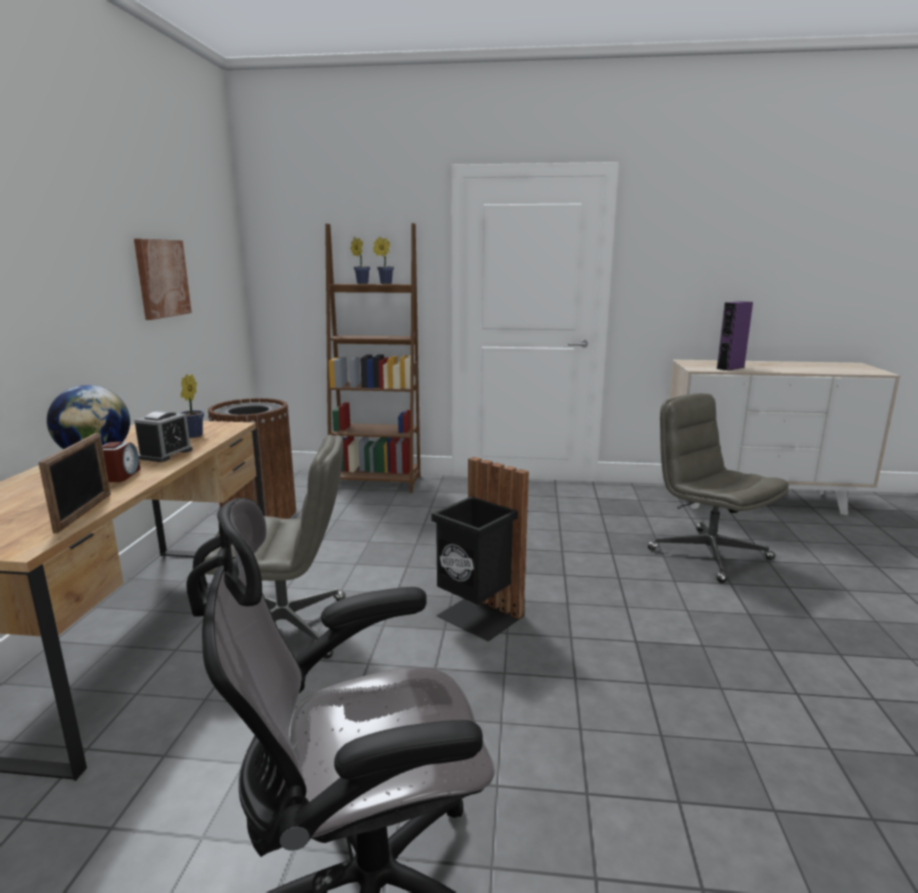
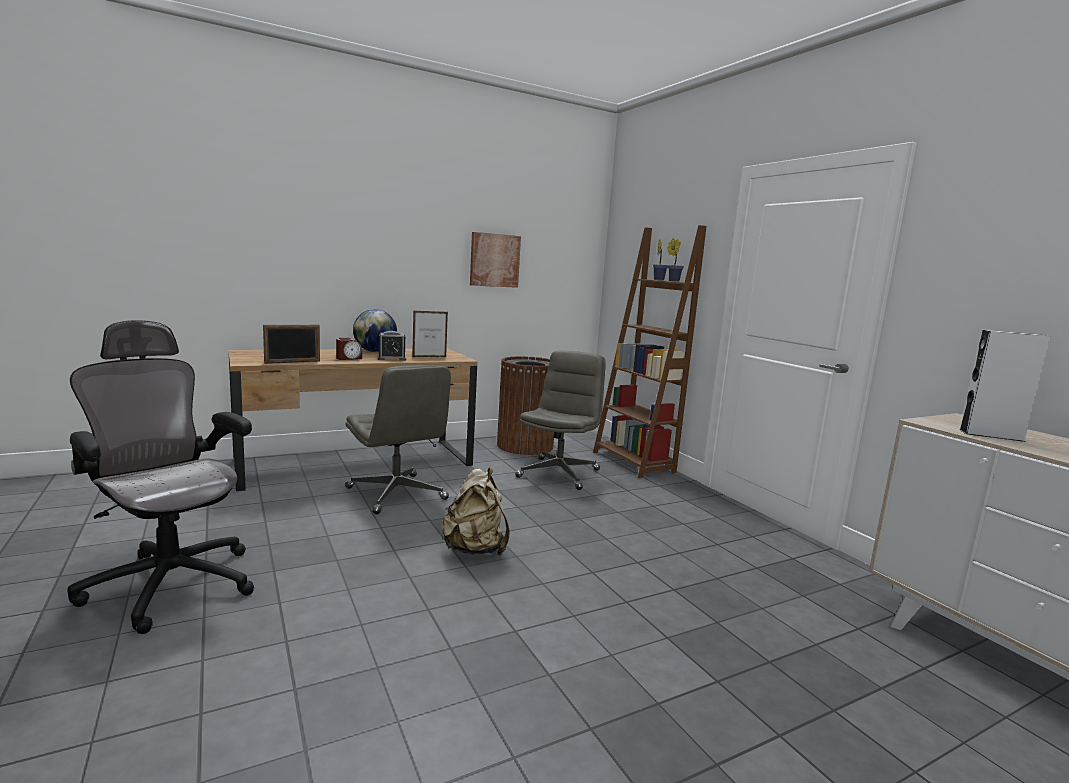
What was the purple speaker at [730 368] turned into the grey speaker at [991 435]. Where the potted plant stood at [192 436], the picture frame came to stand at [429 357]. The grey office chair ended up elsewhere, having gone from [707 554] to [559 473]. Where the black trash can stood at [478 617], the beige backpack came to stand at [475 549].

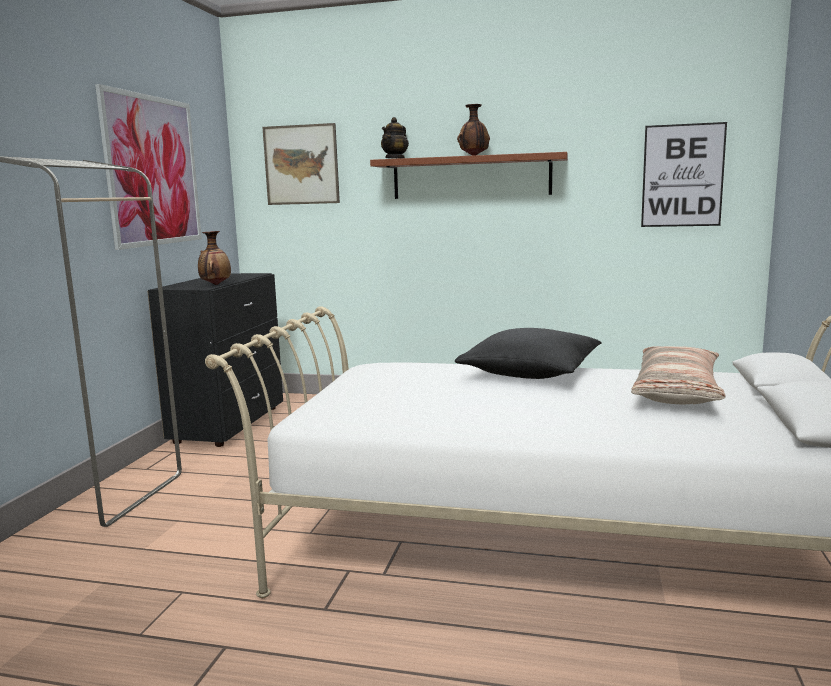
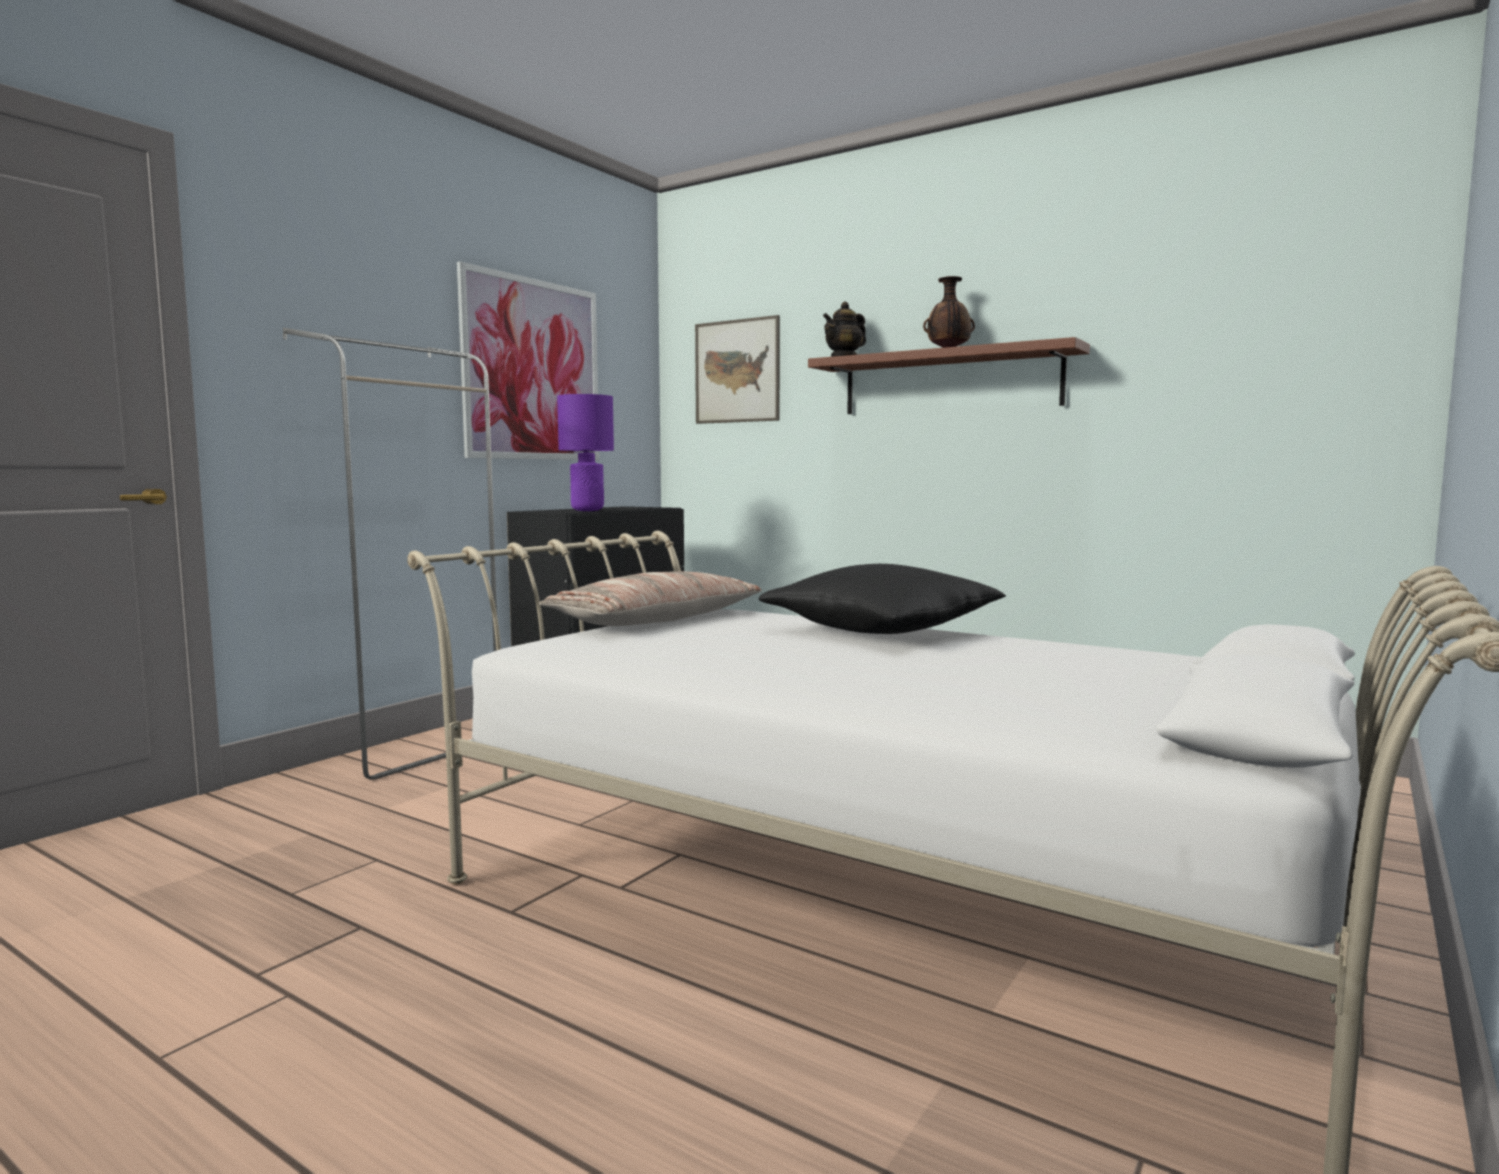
The second view lost the picture at [682 175]. Where the vase stood at [215 284], the purple table lamp came to stand at [587 511]. The pillow ended up elsewhere, having gone from [677 391] to [658 621].

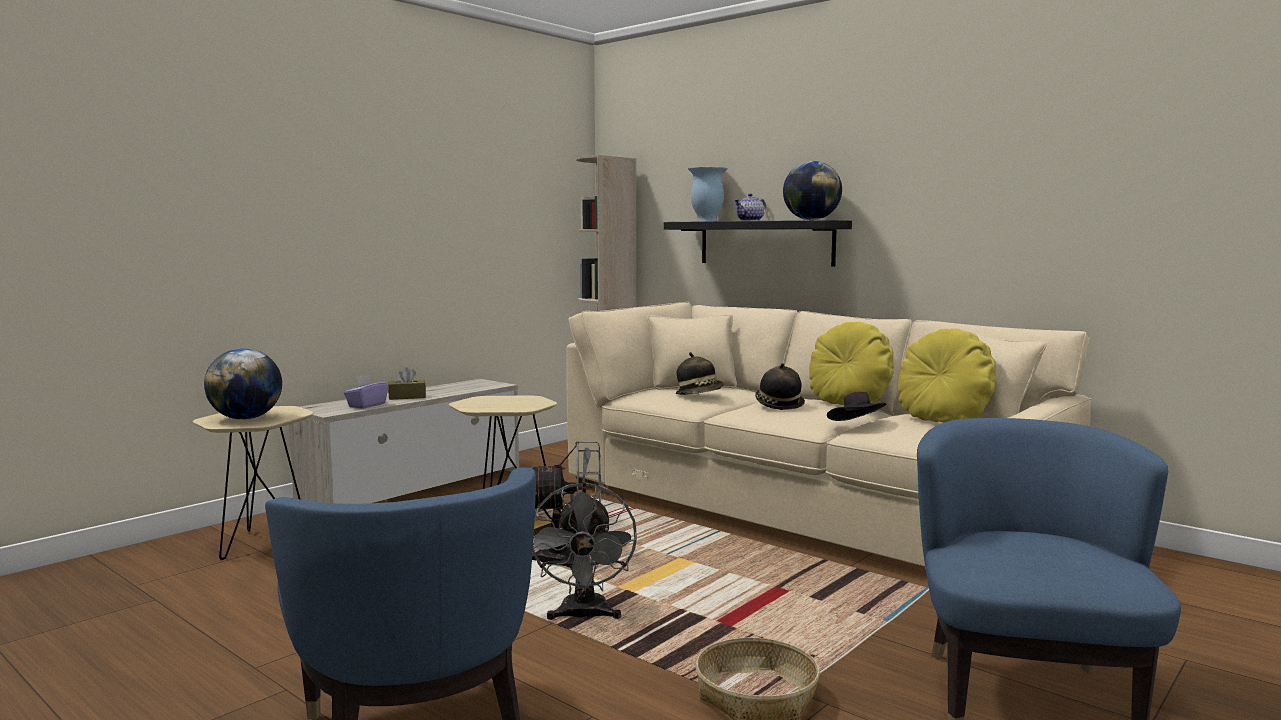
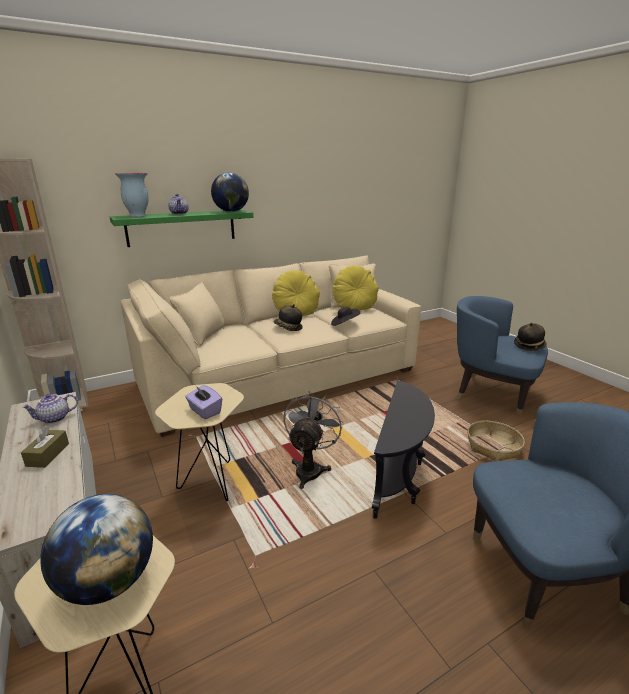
What was the black shelf at [765 243] turned into the green shelf at [182 227]. The hat ended up elsewhere, having gone from [699 394] to [529 346]. The purple tissue box ended up elsewhere, having gone from [366 405] to [204 411]. Where the grey fan stood at [584 617], the black side table came to stand at [399 479]. The second view gained the teapot at [54 419].

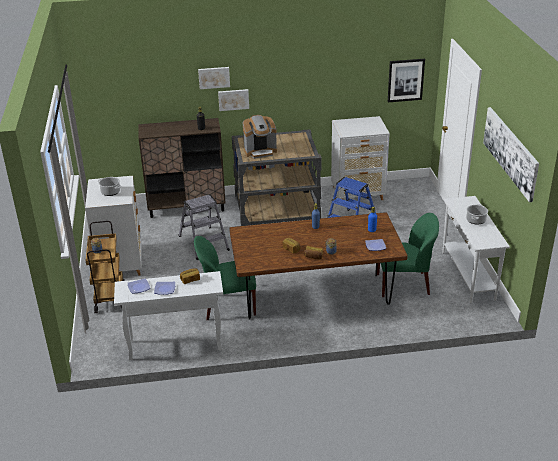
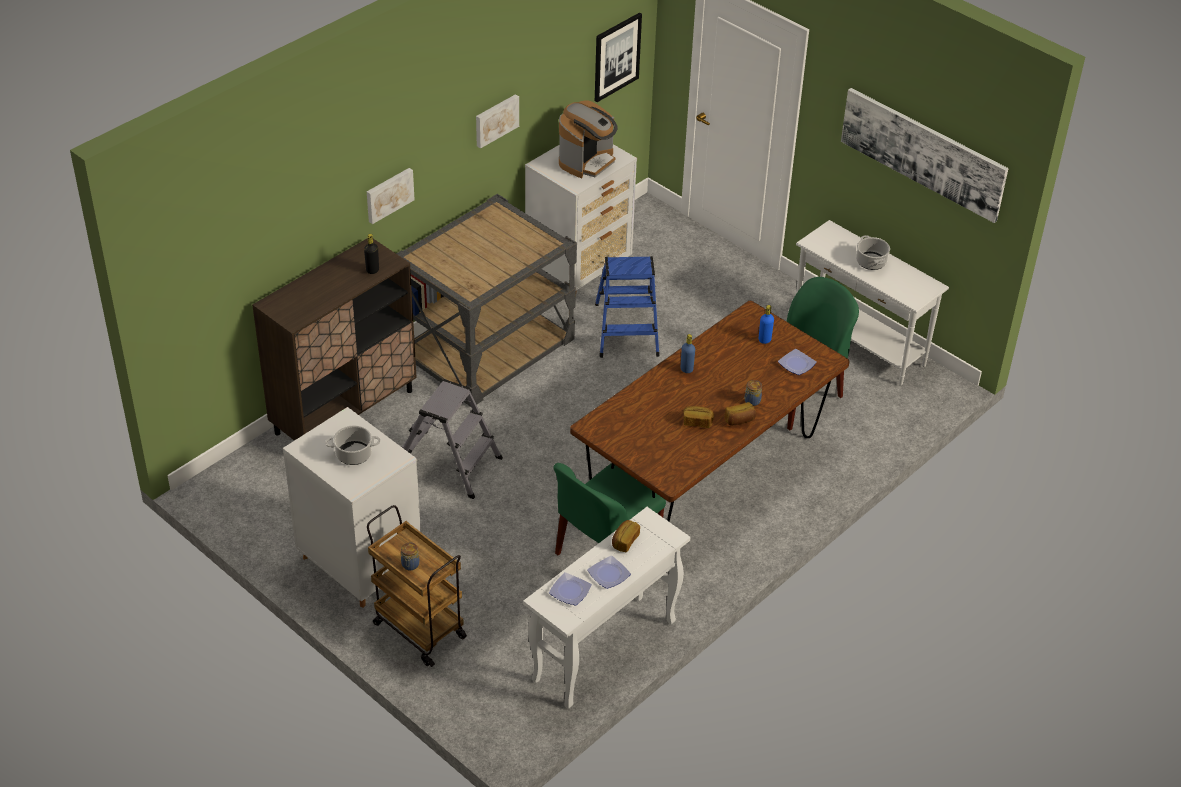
The picture ended up elsewhere, having gone from [214 77] to [496 120]. The coffee machine ended up elsewhere, having gone from [260 151] to [587 161].

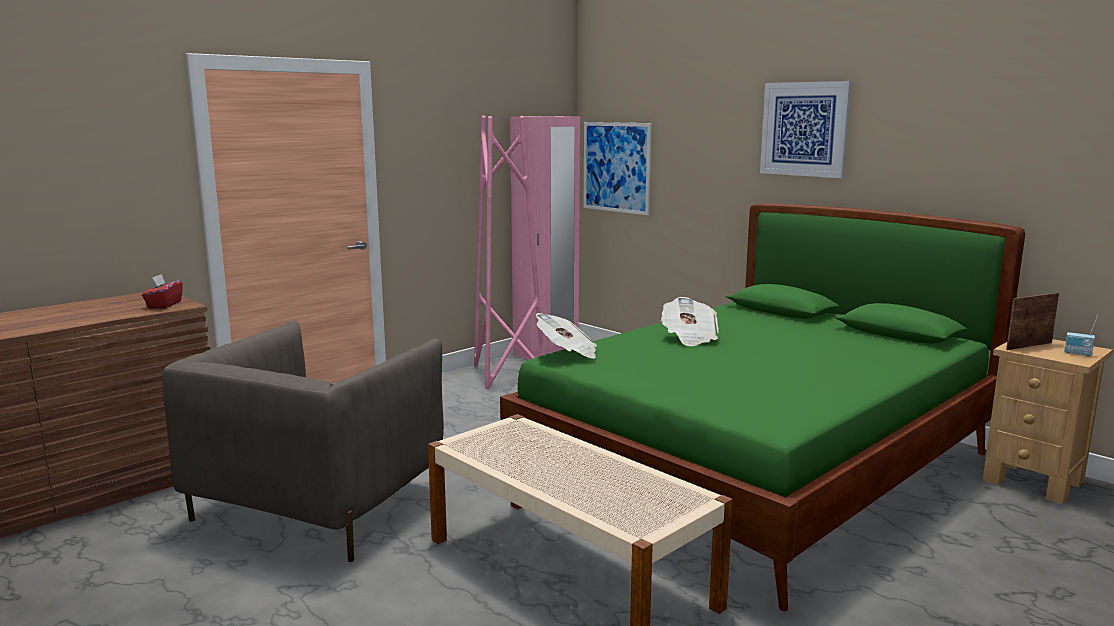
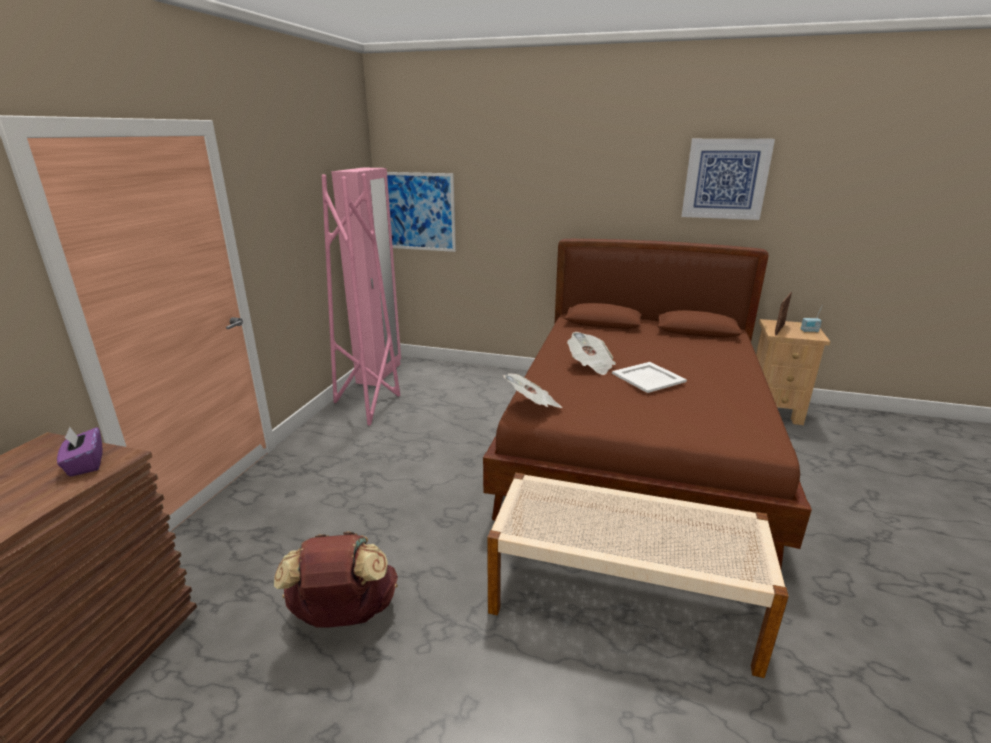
The picture ended up elsewhere, having gone from [804 129] to [725 179]. What was the green bed at [760 470] turned into the brown bed at [636 449]. What was the red tissue box at [164 305] turned into the purple tissue box at [85 464]. Where the grey armchair stood at [319 505], the brown backpack came to stand at [344 615]. The second view gained the white tray at [647 377].

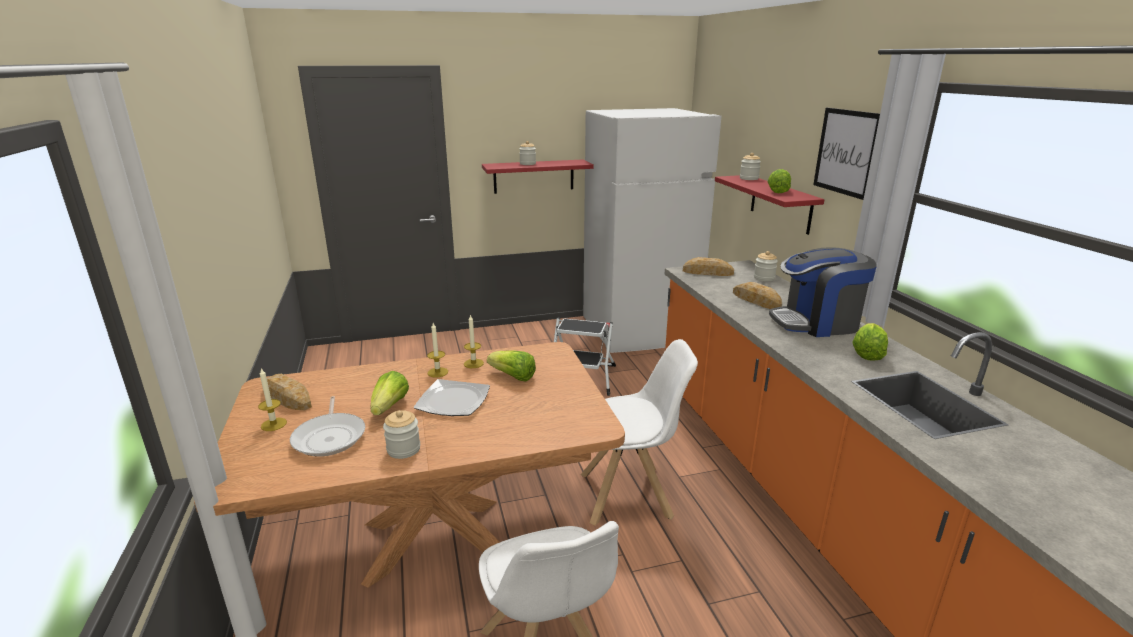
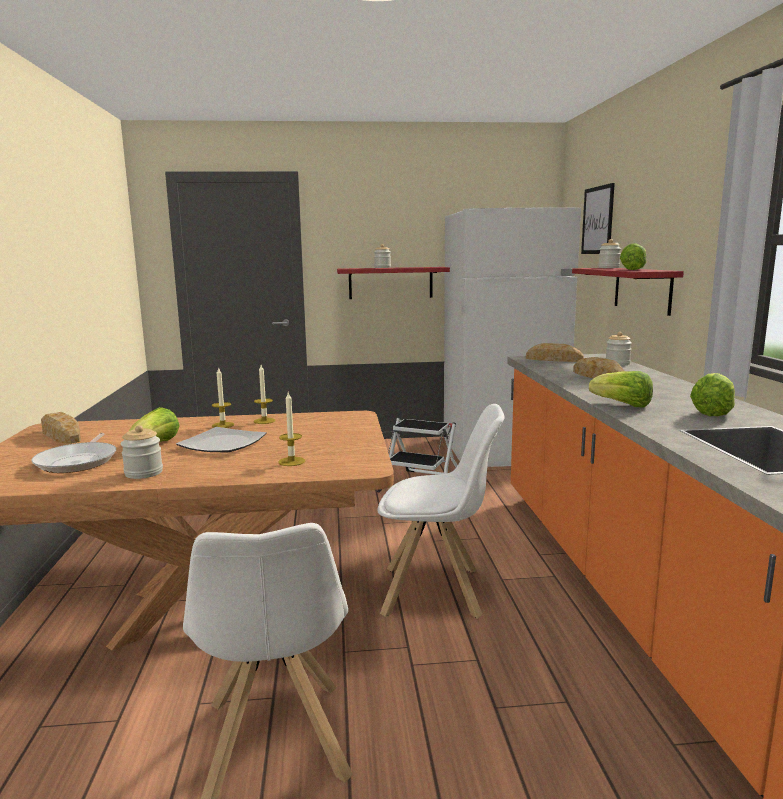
The picture ended up elsewhere, having gone from [846 152] to [597 220]. The second view lost the coffee machine at [816 323]. The lettuce ended up elsewhere, having gone from [513 377] to [622 405]. The candle ended up elsewhere, having gone from [273 424] to [291 461].

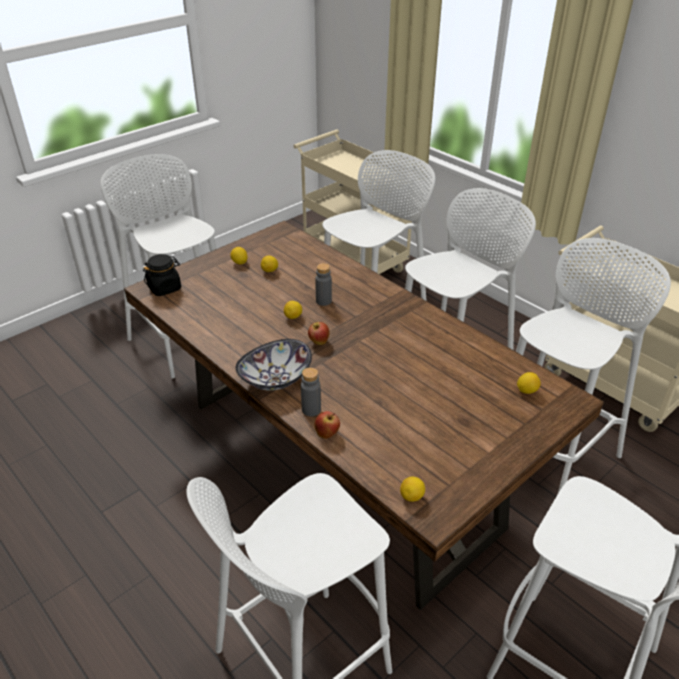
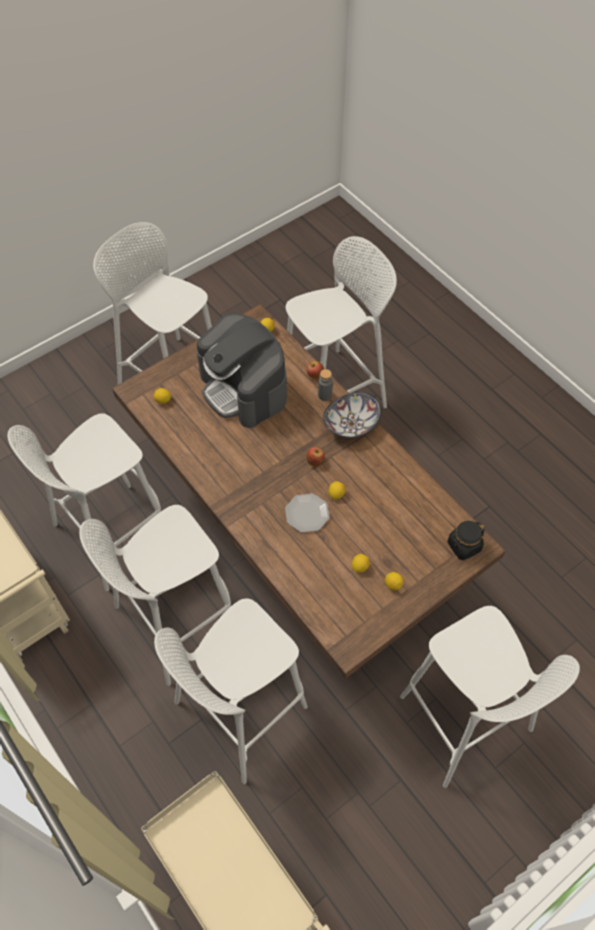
Where the grey bottle stood at [323 301], the plate came to stand at [307 514]. The second view gained the coffee machine at [244 389].

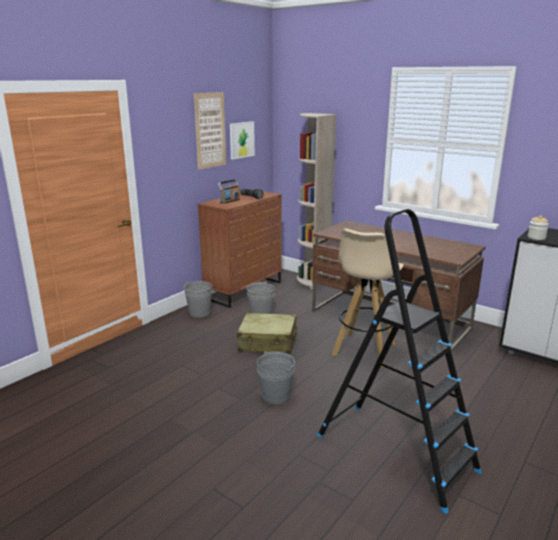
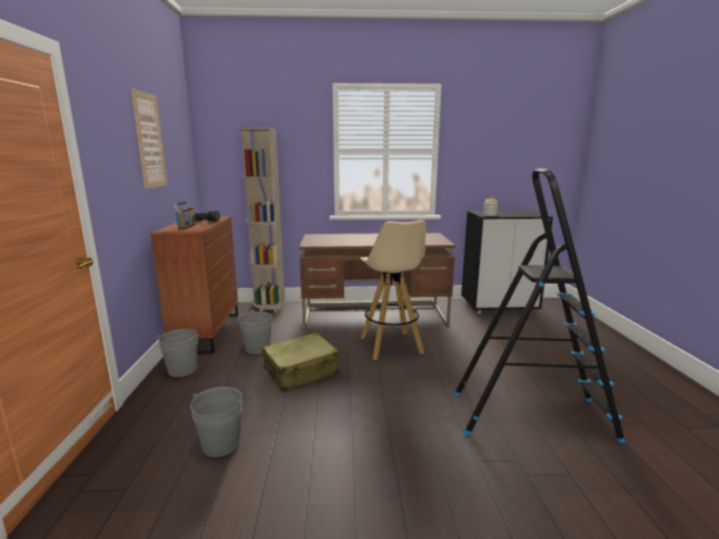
The second view lost the picture at [241 140]. The grey bucket ended up elsewhere, having gone from [276 395] to [221 444].

